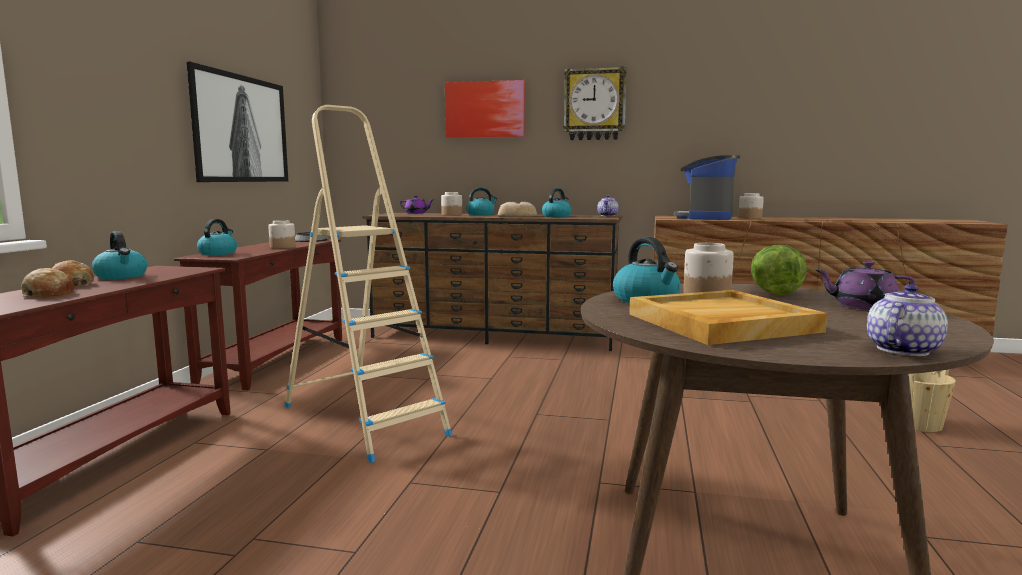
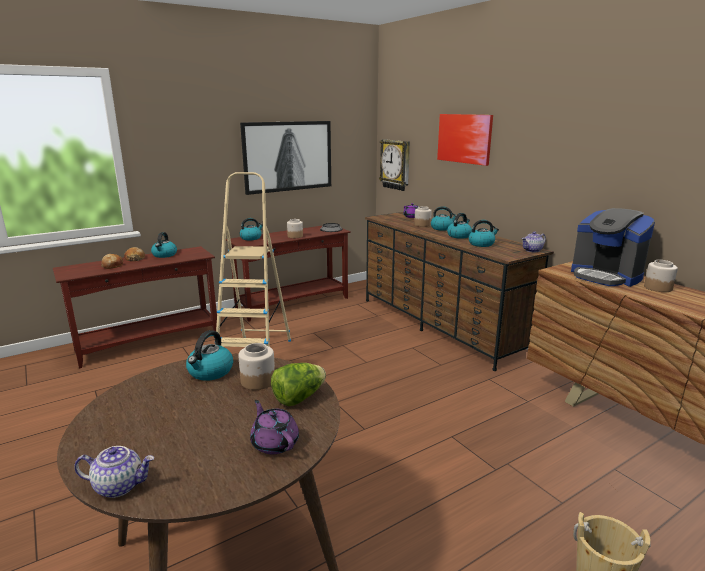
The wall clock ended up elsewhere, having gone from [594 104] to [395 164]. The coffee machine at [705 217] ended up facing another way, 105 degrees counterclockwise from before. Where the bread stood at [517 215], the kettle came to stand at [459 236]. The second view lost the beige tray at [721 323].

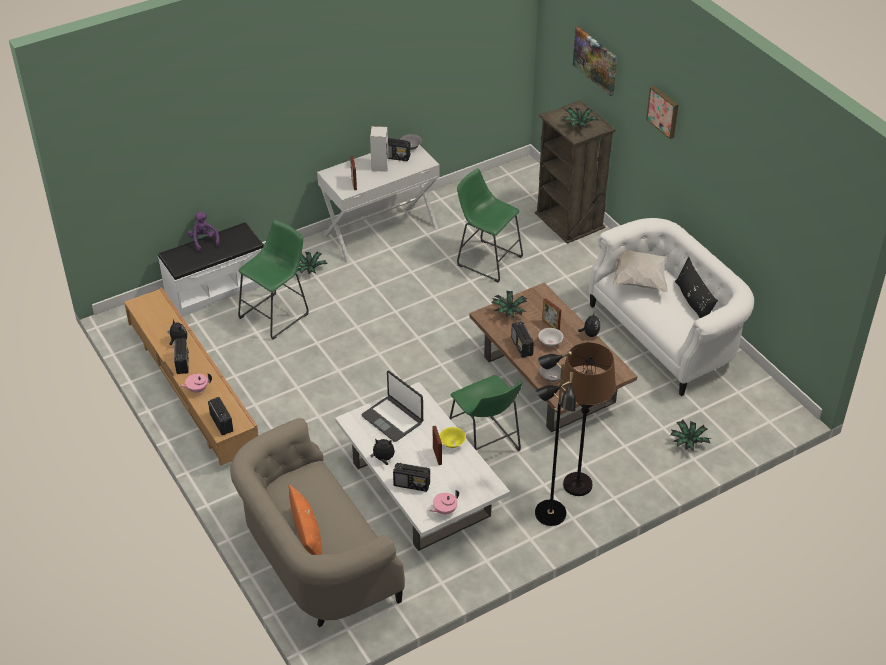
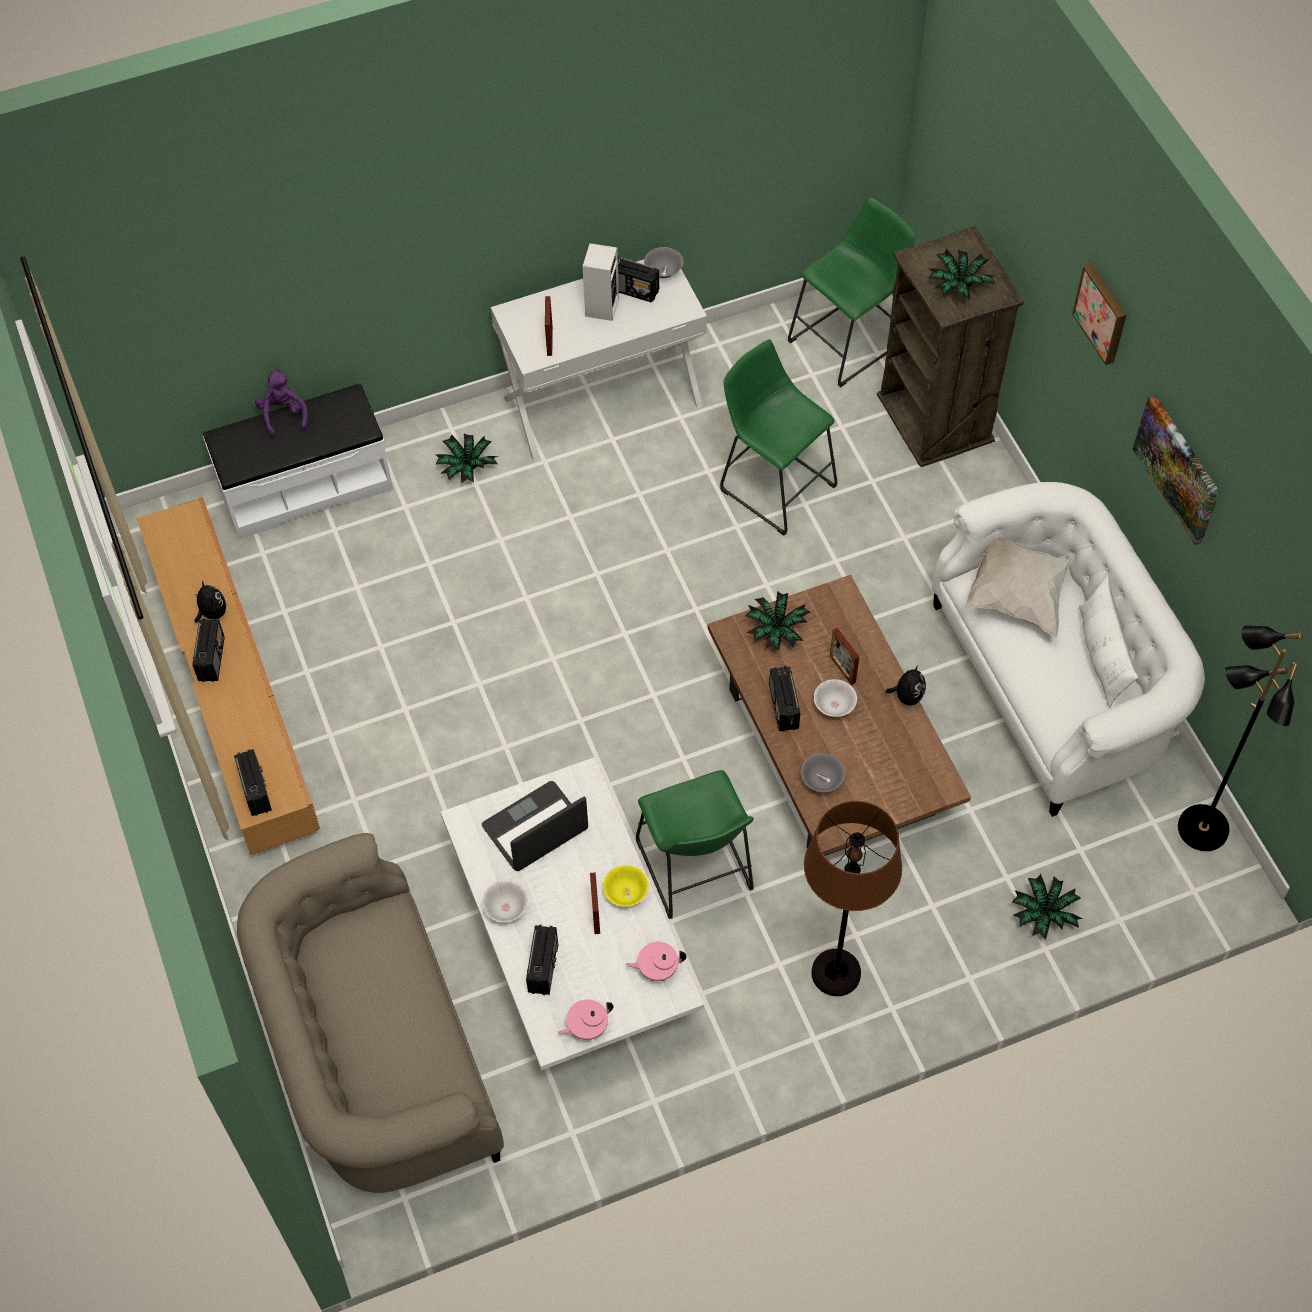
The picture ended up elsewhere, having gone from [596 60] to [1178 468]. The green stool ended up elsewhere, having gone from [277 314] to [849 341]. What was the black pillow at [693 302] turned into the white pillow at [1102 655]. The black floor lamp ended up elsewhere, having gone from [549 514] to [1201 829]. The laptop at [392 419] ended up facing another way, 90 degrees clockwise from before. The pink teapot ended up elsewhere, having gone from [197 389] to [657 968]. Where the plush toy stood at [383 459], the white bowl came to stand at [505 908]. The radio at [412 484] ended up facing another way, 105 degrees counterclockwise from before. The second view lost the orange pillow at [307 534].

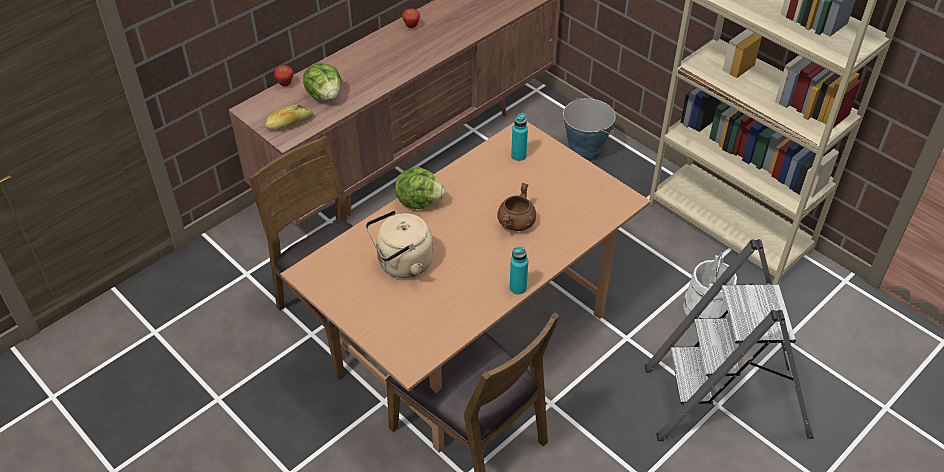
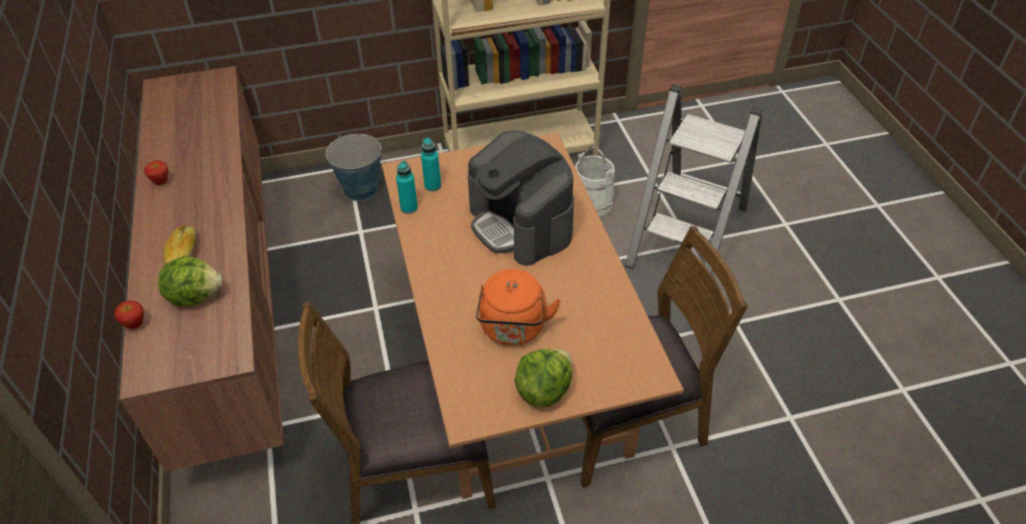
The bread ended up elsewhere, having gone from [289 123] to [183 254]. The lettuce ended up elsewhere, having gone from [419 201] to [543 390]. Where the brown cooking pot stood at [516 223], the coffee machine came to stand at [521 224]. What was the beige kettle at [402 264] turned into the orange kettle at [513 329]. The turquoise bottle ended up elsewhere, having gone from [518 288] to [409 208].

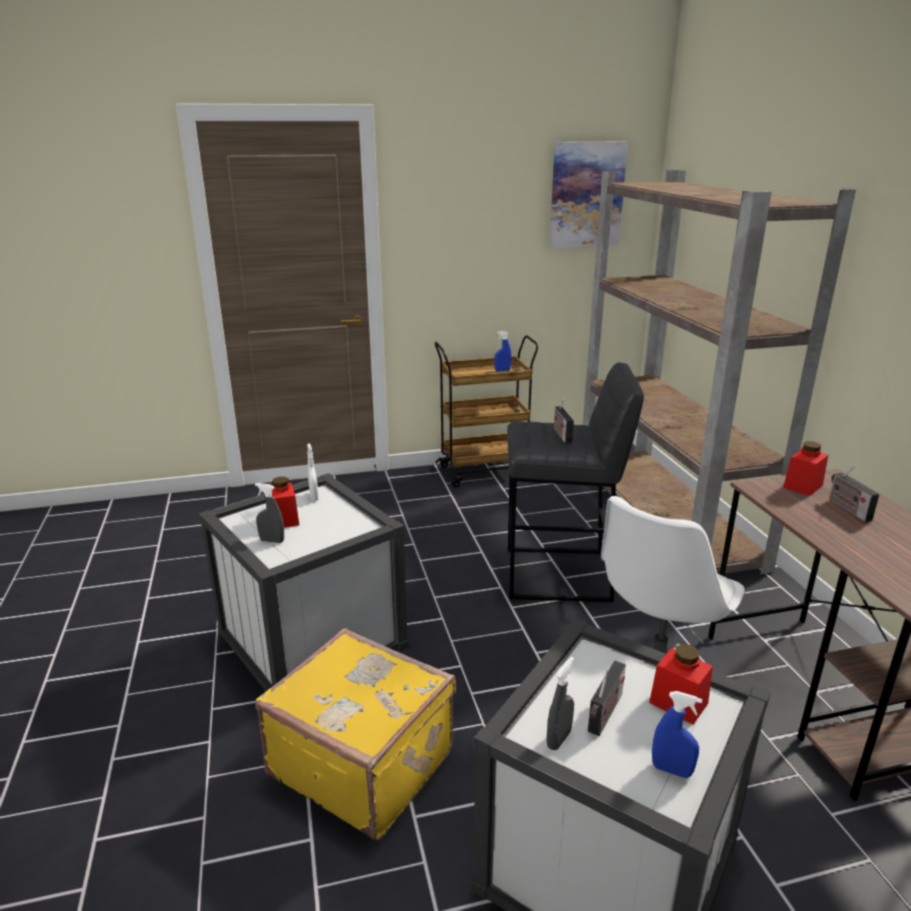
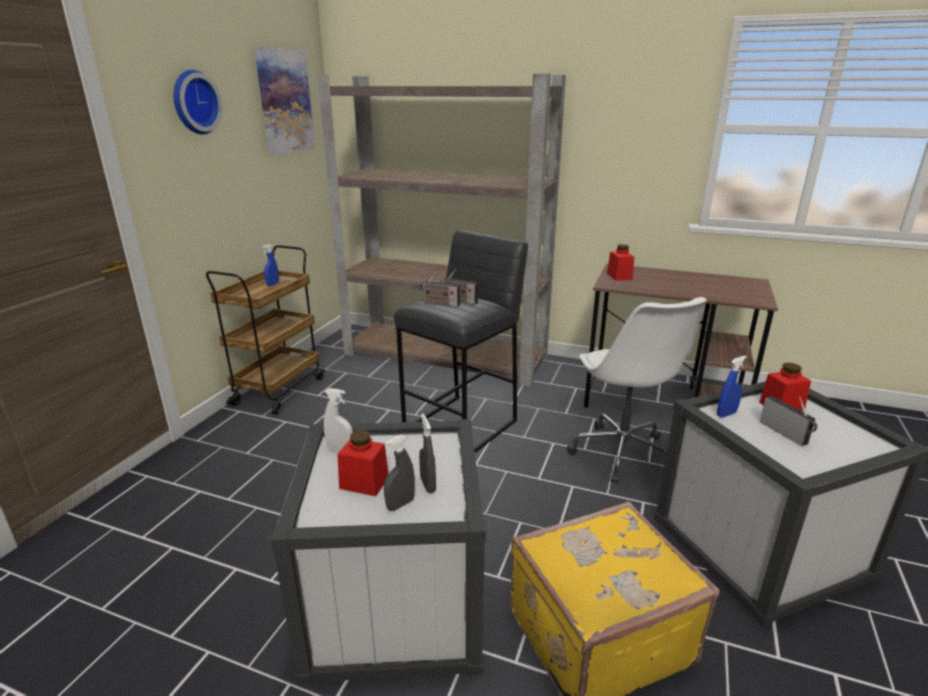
The radio ended up elsewhere, having gone from [847 508] to [439 304]. The grey spray bottle ended up elsewhere, having gone from [559 739] to [428 485]. The blue spray bottle ended up elsewhere, having gone from [671 770] to [726 414]. The second view gained the wall clock at [193 102].

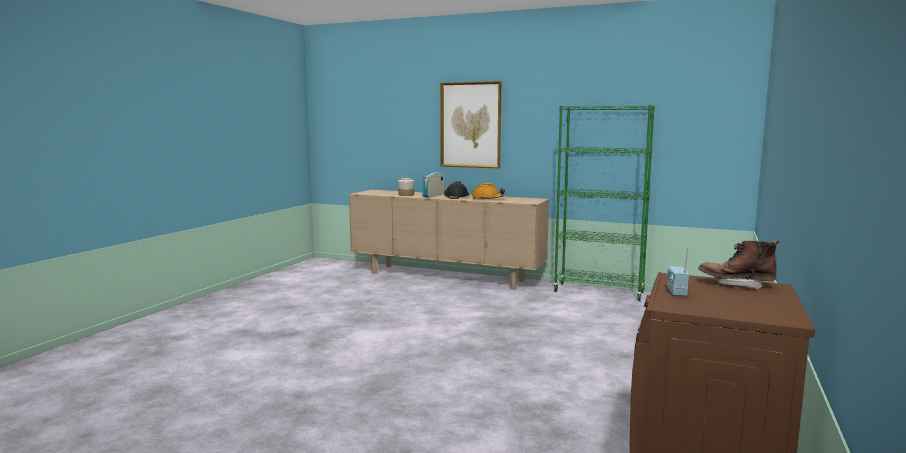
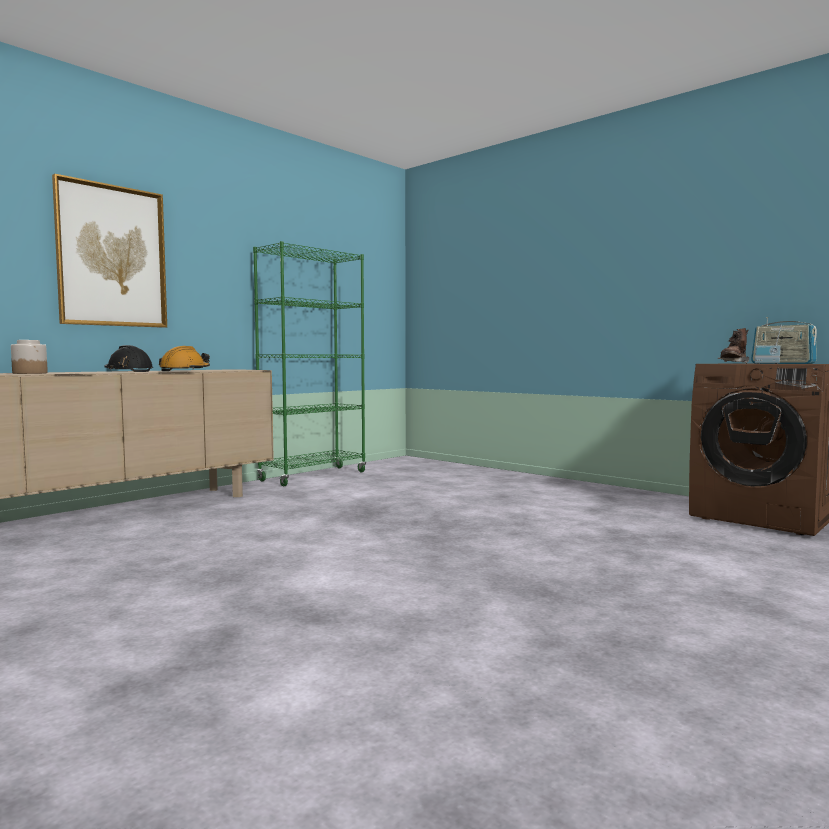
The radio ended up elsewhere, having gone from [433 195] to [782 363].

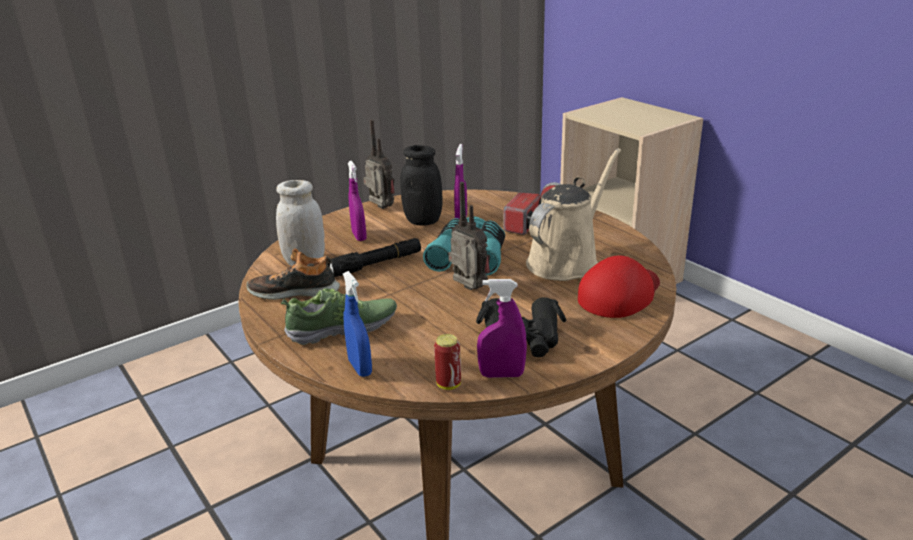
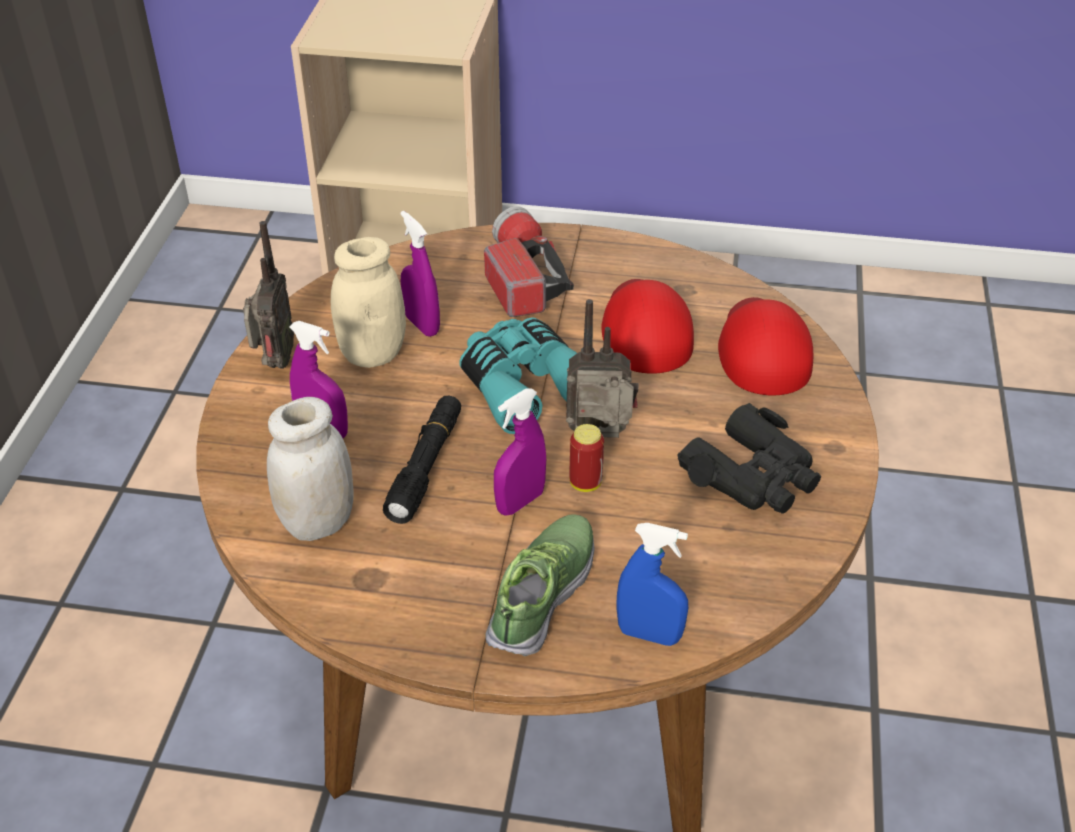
The radio at [380 209] ended up facing another way, 90 degrees clockwise from before. What was the black jar at [423 221] turned into the beige jar at [373 354]. Where the beige watering can stood at [566 261], the red cap came to stand at [645 329]. The second view lost the shoe at [295 292]. The purple spray bottle ended up elsewhere, having gone from [501 375] to [520 502]. The can ended up elsewhere, having gone from [448 384] to [585 483].

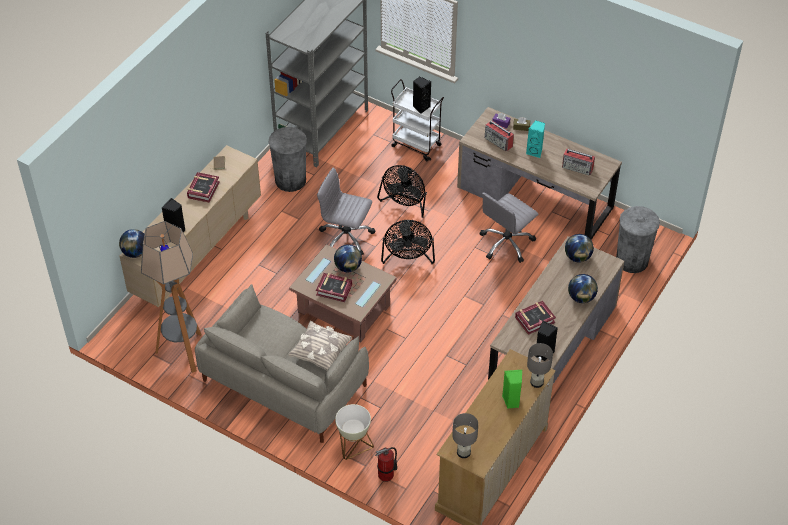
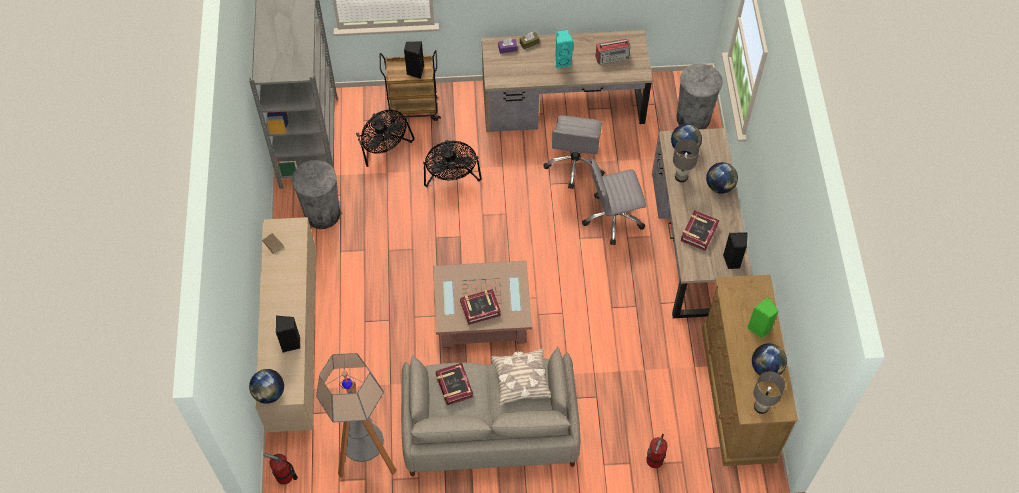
What was the white cart at [416 146] turned into the brown cart at [414 110]. The second view lost the radio at [498 142]. The grey office chair ended up elsewhere, having gone from [346 237] to [613 218]. The book ended up elsewhere, having gone from [203 190] to [454 386]. The black fan ended up elsewhere, having gone from [406 255] to [382 147]. The globe ended up elsewhere, having gone from [348 267] to [766 368]. The grey table lamp ended up elsewhere, having gone from [537 382] to [681 176]. The second view lost the planter at [353 447]. The second view gained the fire extinguisher at [284 476].

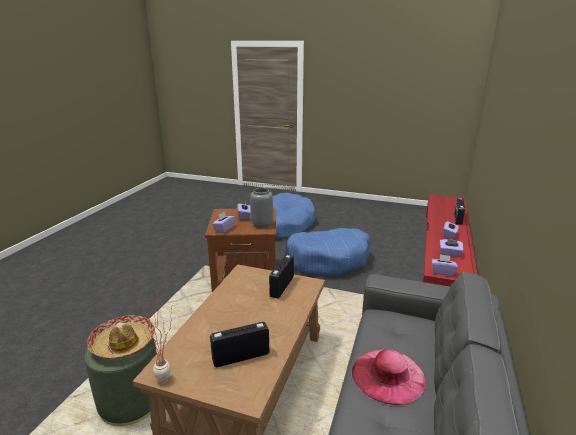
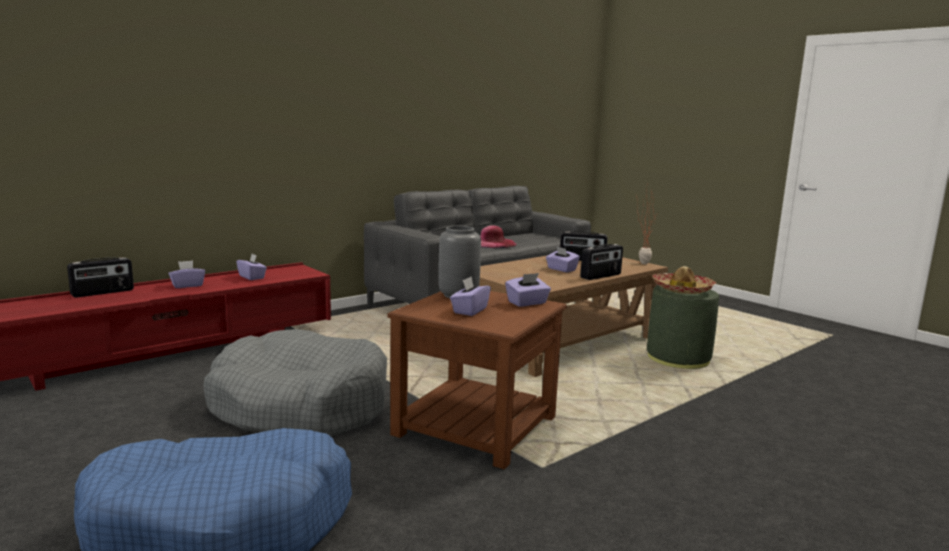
What was the blue dog bed at [328 260] turned into the grey dog bed at [300 405]. The purple tissue box ended up elsewhere, having gone from [442 272] to [561 269]. The radio ended up elsewhere, having gone from [281 286] to [601 276].

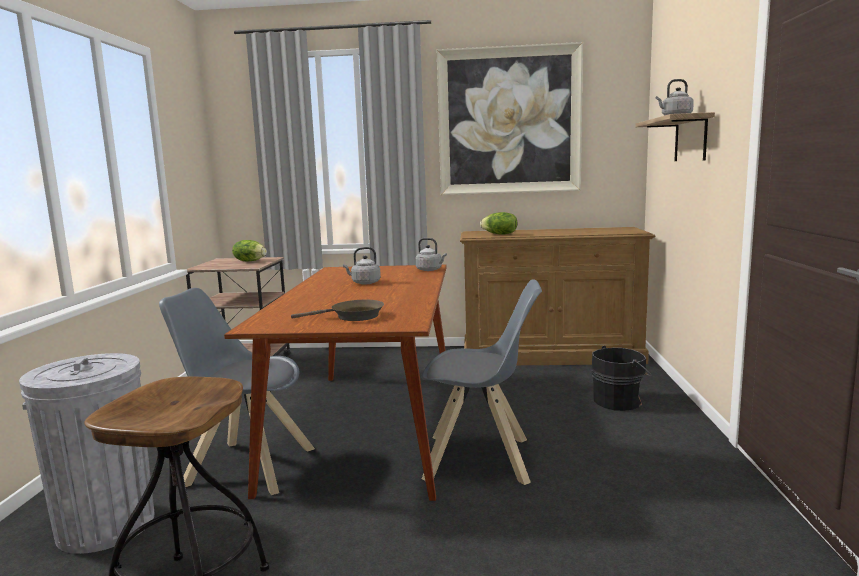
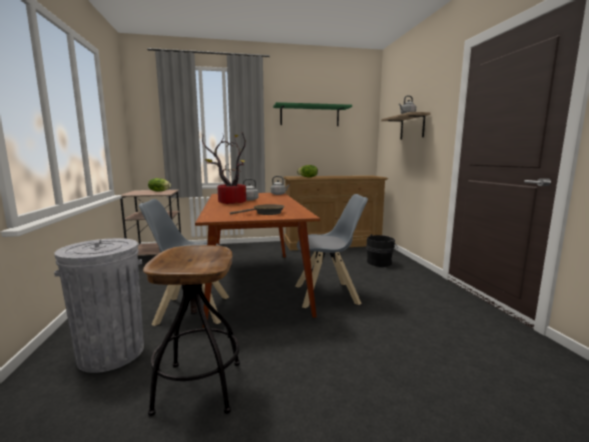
Where the picture hung at [509 121], the green shelf came to hang at [309 116]. The second view gained the potted plant at [229 202].

